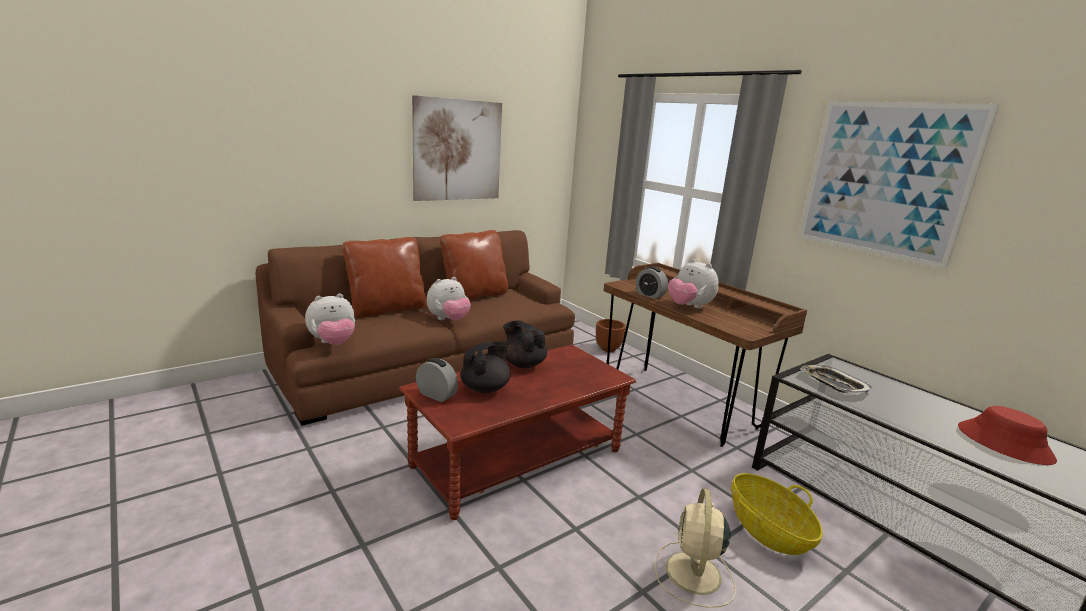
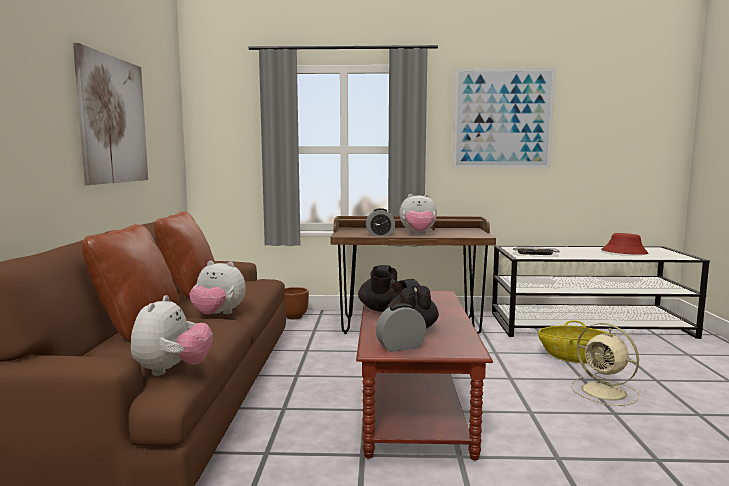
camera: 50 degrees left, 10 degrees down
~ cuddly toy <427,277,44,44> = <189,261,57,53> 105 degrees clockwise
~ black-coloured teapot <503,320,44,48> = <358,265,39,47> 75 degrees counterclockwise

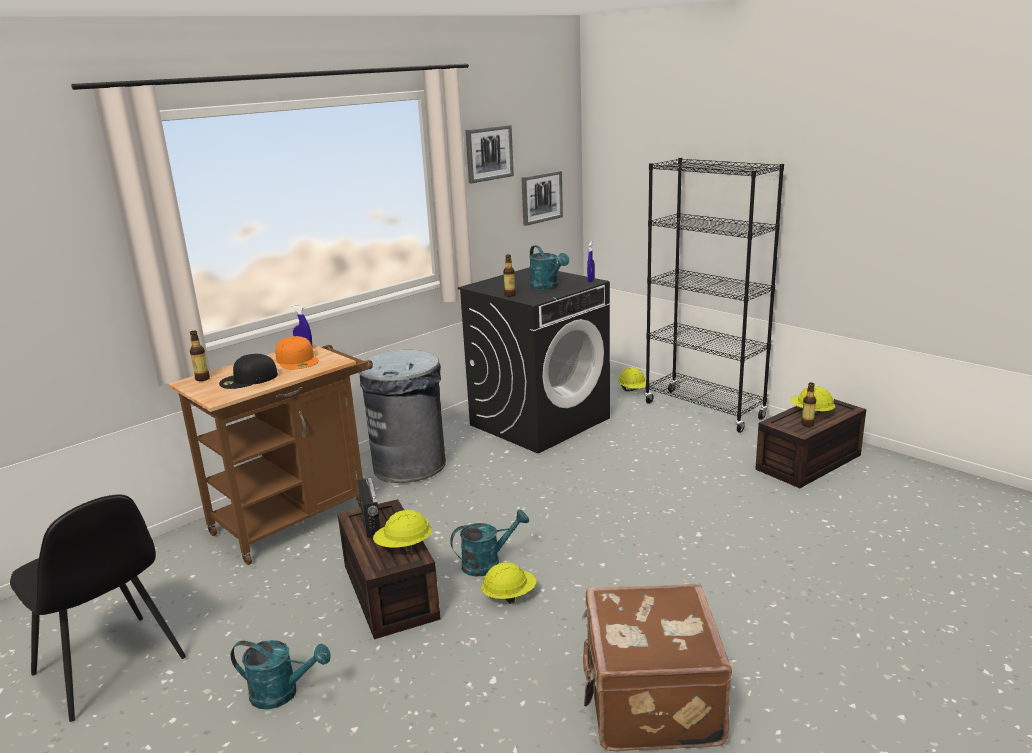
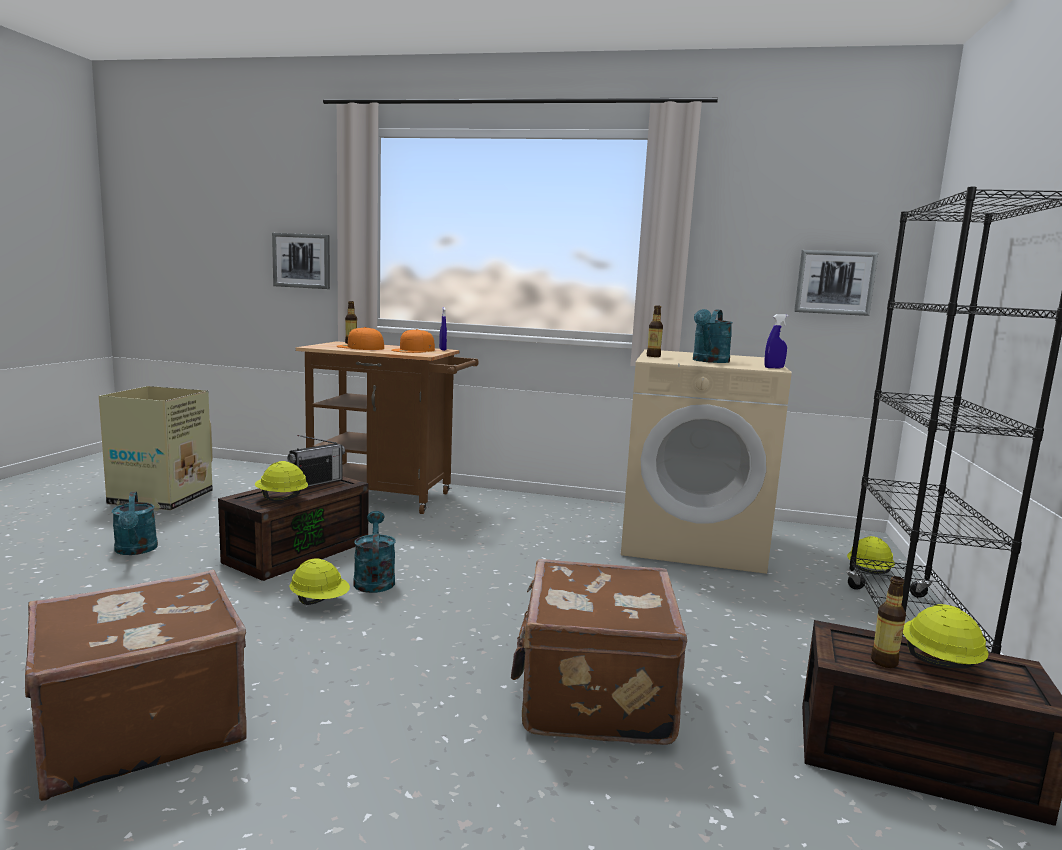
camera: 55 degrees right, 10 degrees down
- gray trash can <359,350,87,133>
+ brownish travel case <511,559,176,186>
~ picture <465,125,49,58> to <272,233,58,56>
~ black-coloured plain chair <10,494,176,228> to cardboard box <99,386,114,125>
~ black-coloured cap <219,354,59,35> to orange cap <336,327,48,23>
~ black-coloured laundry machine <458,267,152,186> to beige-coloured laundry machine <621,349,171,225>
~ turquoise-coloured watering pot <450,510,79,67> = <353,511,43,82> 135 degrees counterclockwise

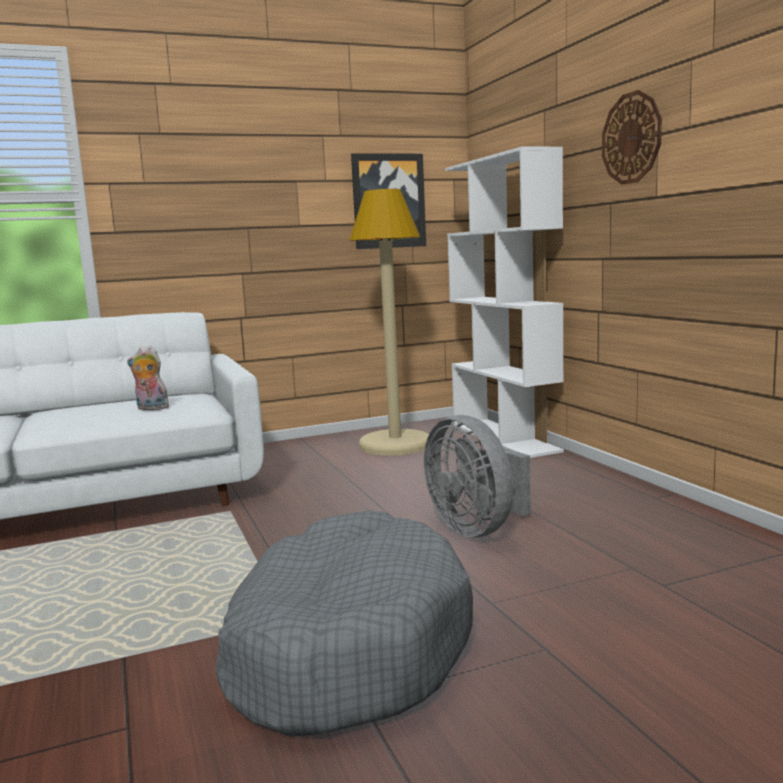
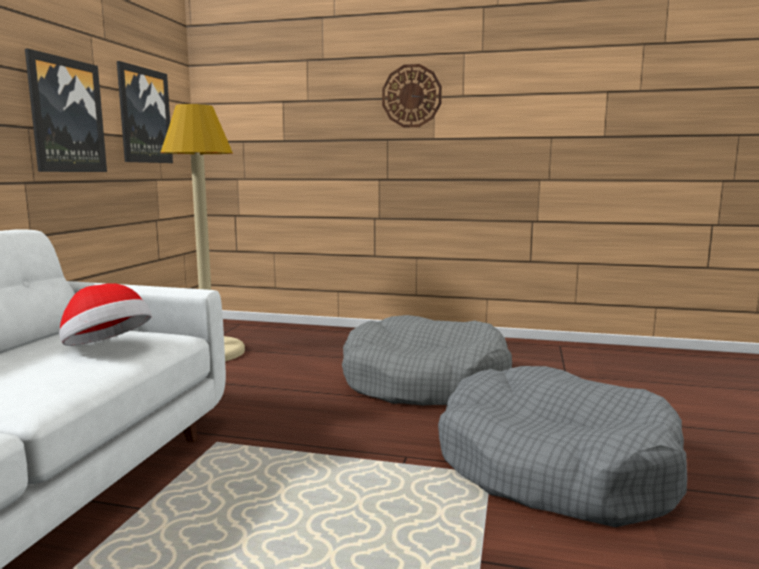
camera: 55 degrees left, 0 degrees up
- white-coloured shelving unit <445,146,119,312>
+ picture <25,49,82,123>
~ cuddly toy <127,346,42,64> to clothing hat <59,283,92,63>
~ gray fan <424,415,107,122> to gray dog bed <342,315,170,90>

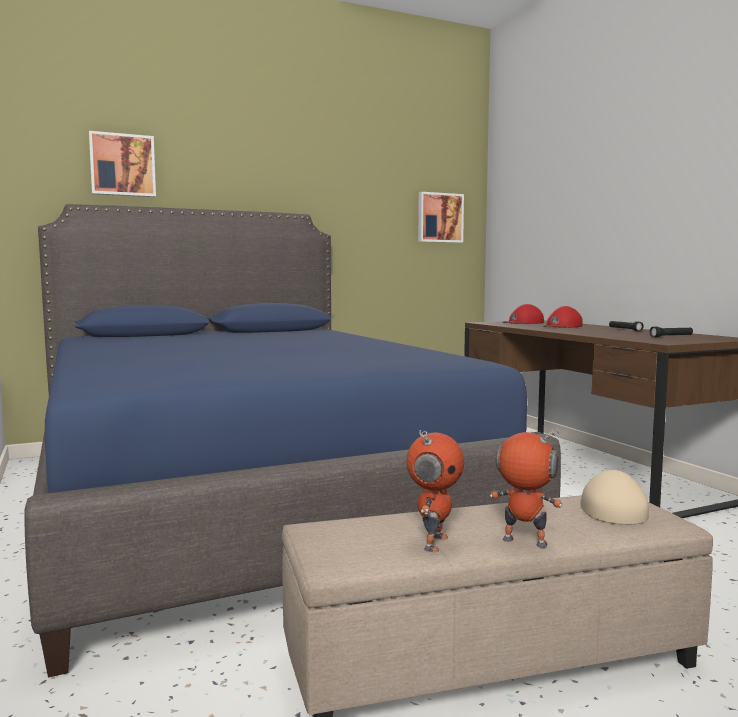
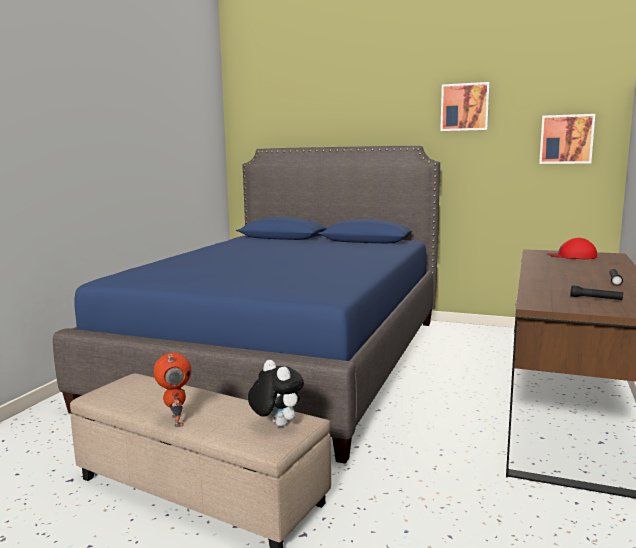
camera: 45 degrees right, 5 degrees up
- toy robot <406,430,58,122>
- red-coloured cap <543,306,40,22>
~ picture <89,131,67,66> to <440,82,50,49>
~ beige-coloured cap <580,470,69,55> to cuddly toy <248,360,56,67>

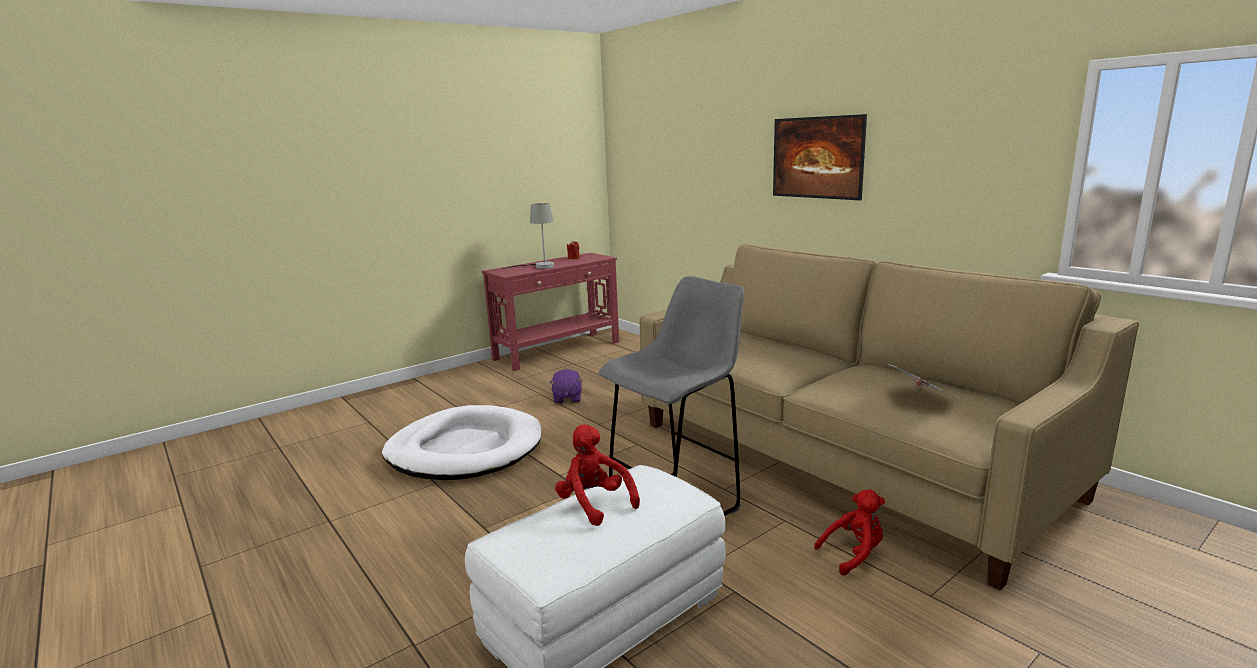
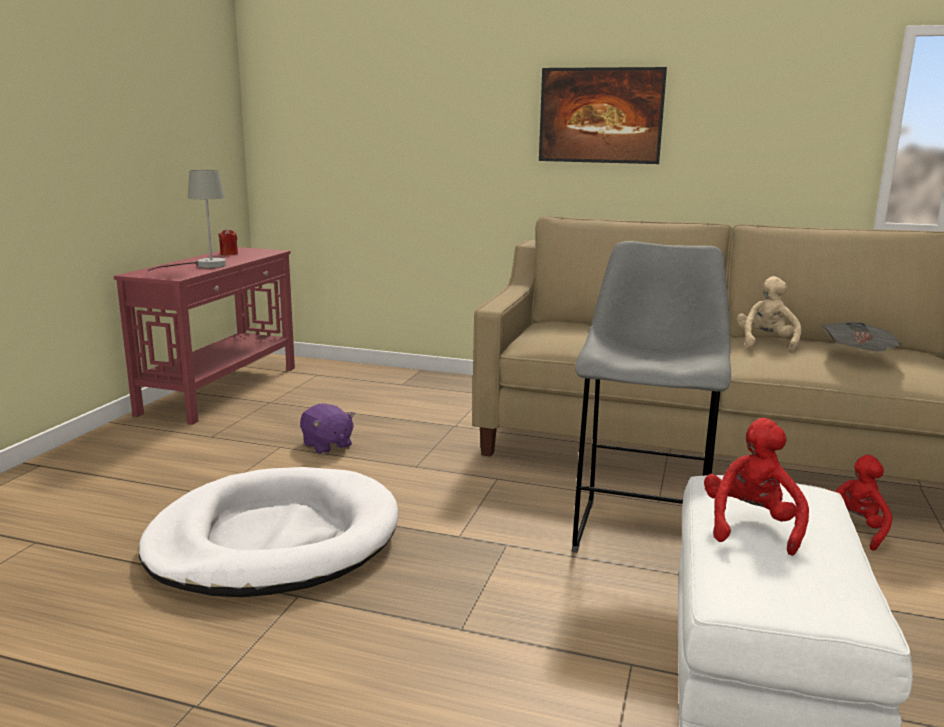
camera: 35 degrees left, 0 degrees up
+ beige-coloured cuddly toy <737,276,64,76>
~ red-coloured cuddly toy <555,424,85,102> = <704,418,105,138> 90 degrees clockwise

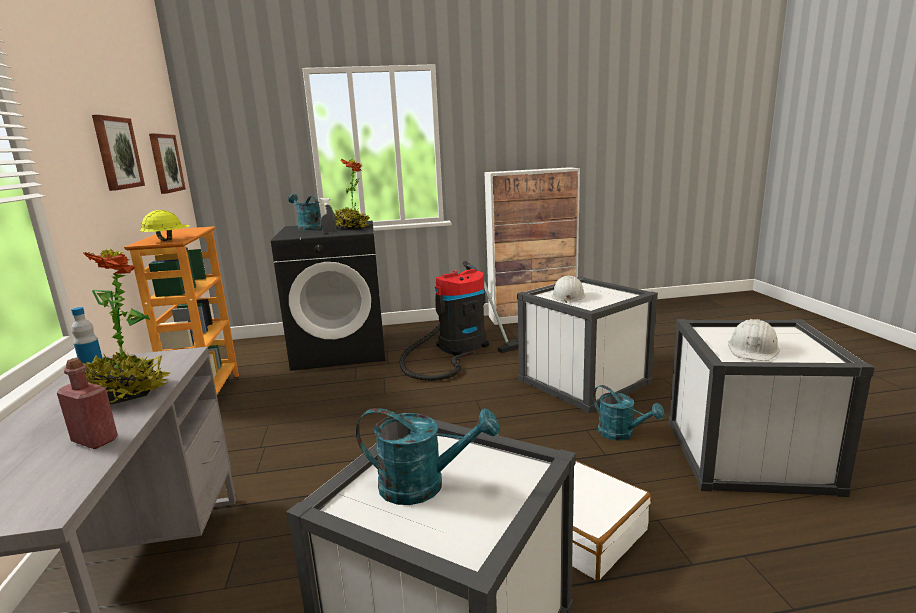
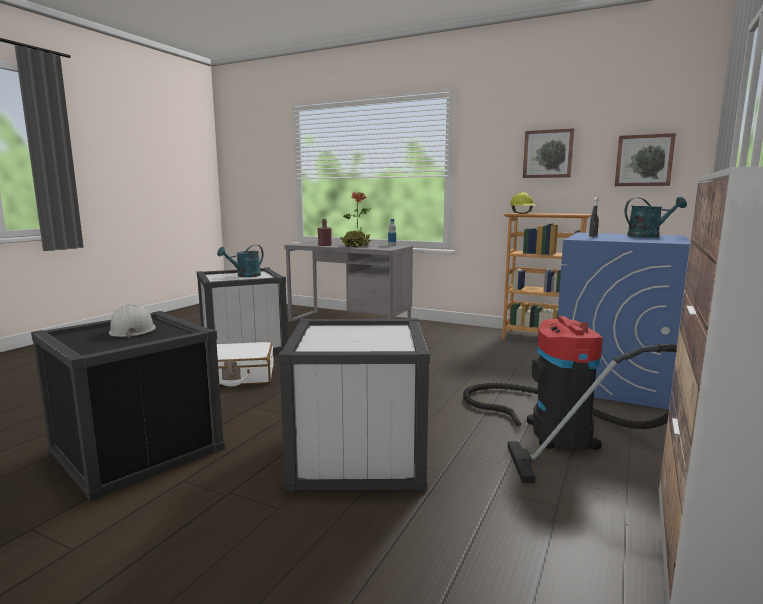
camera: 125 degrees right, 5 degrees down
- houseplant <334,158,36,71>
- white-coloured hard hat <552,275,33,28>
- turquoise-coloured watering pot <593,385,71,56>
~ black-coloured laundry machine <271,221,114,150> to blue laundry machine <557,233,133,177>
~ white-coloured storage container <669,319,206,178> to black-coloured storage container <31,311,194,191>

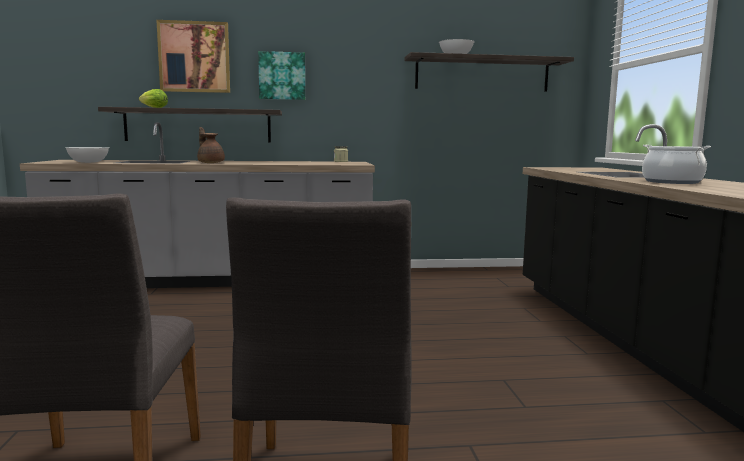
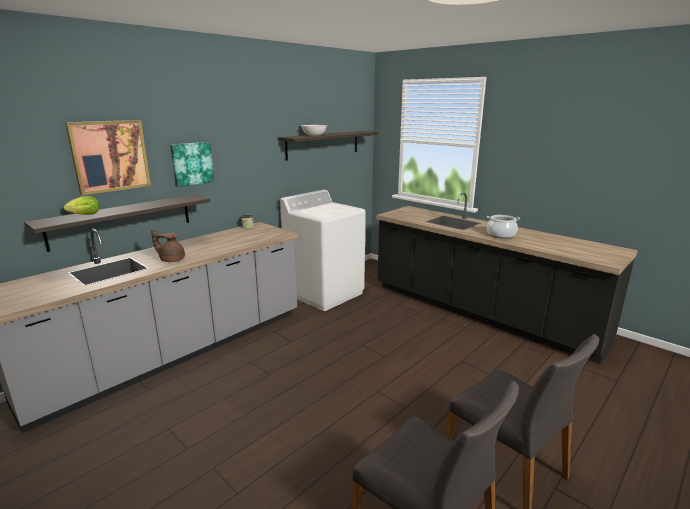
camera: 40 degrees left, 10 degrees up
- white-coloured deep dish <66,147,43,16>
+ white-coloured laundry machine <280,190,86,121>

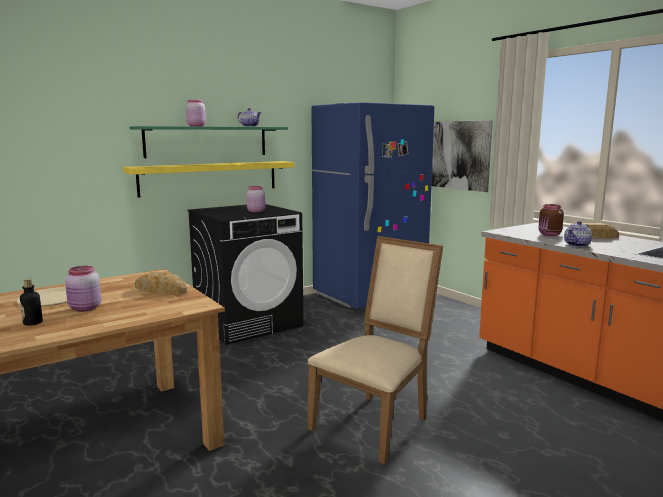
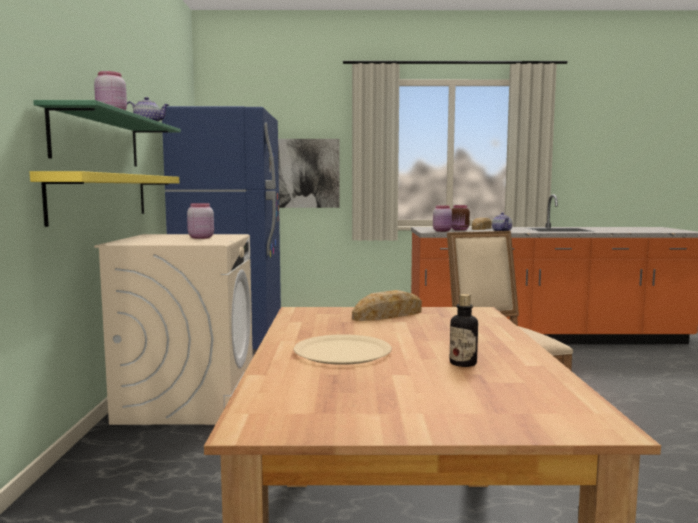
camera: 55 degrees left, 5 degrees down
~ pink-coloured storage jar <65,266,36,46> to <433,205,19,27>
~ black-coloured laundry machine <188,204,116,141> to beige-coloured laundry machine <94,234,159,191>

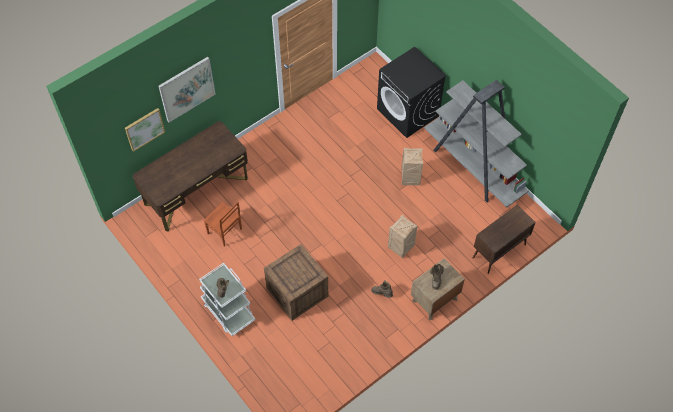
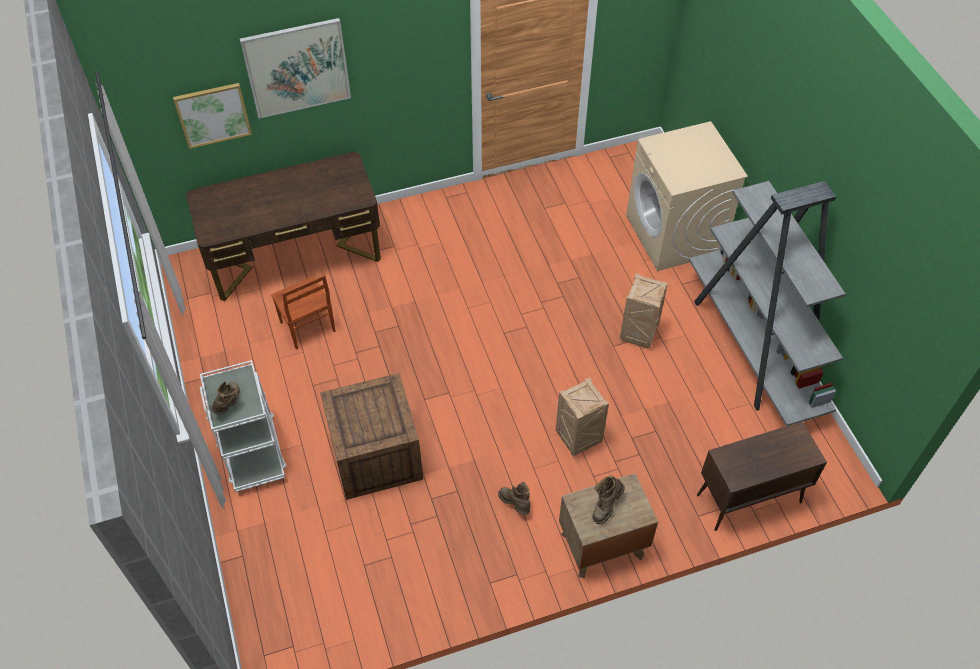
camera: 20 degrees right, 5 degrees down
~ black-coloured laundry machine <377,47,70,91> to beige-coloured laundry machine <626,121,122,150>

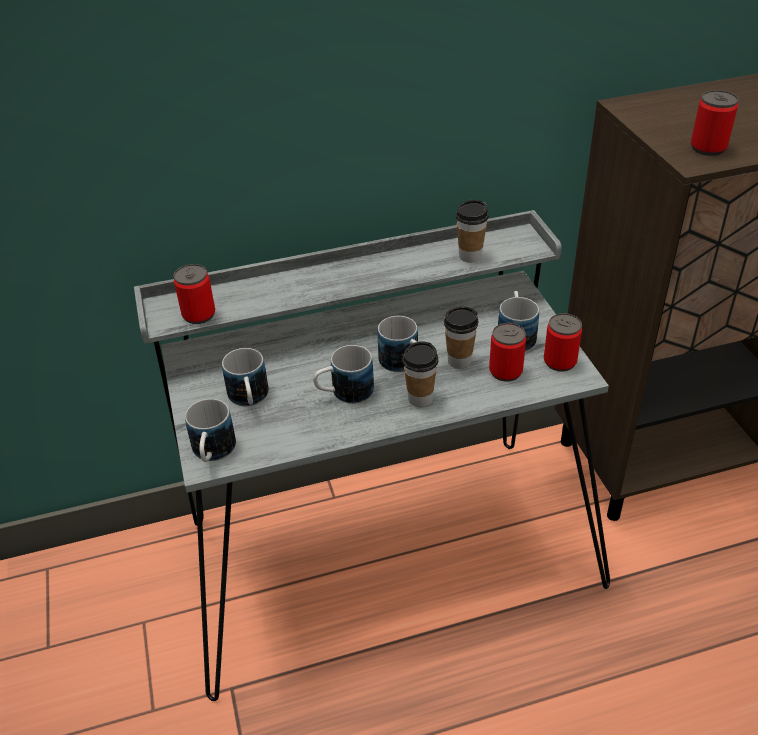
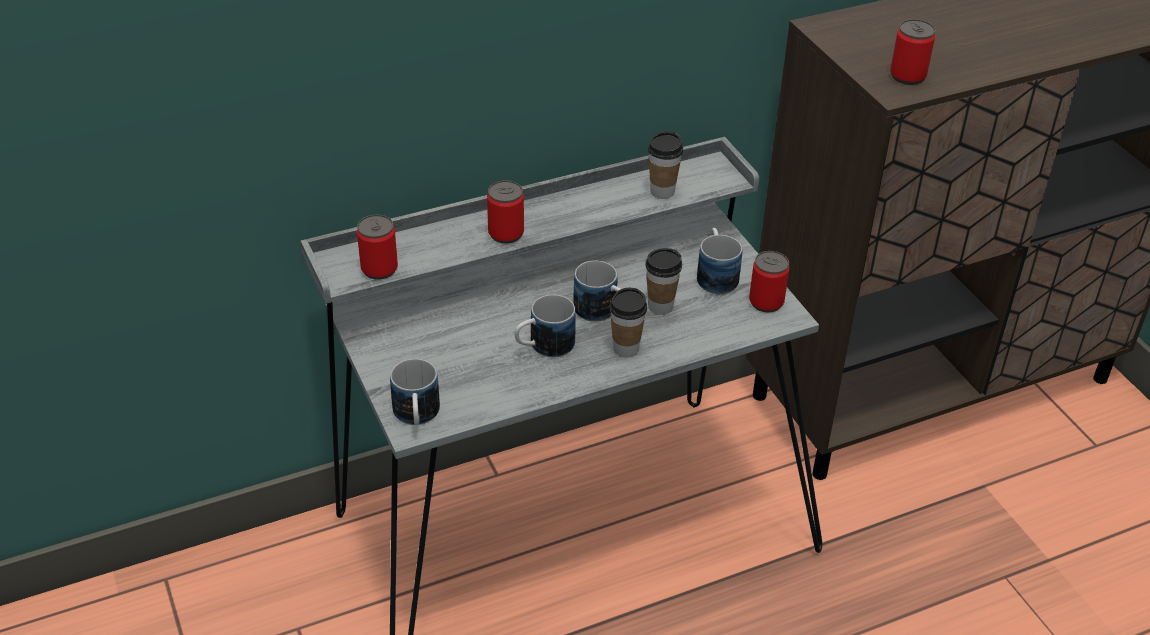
camera: 10 degrees left, 0 degrees up
- mug <222,348,47,58>
~ can <489,323,37,59> to <487,180,37,64>

